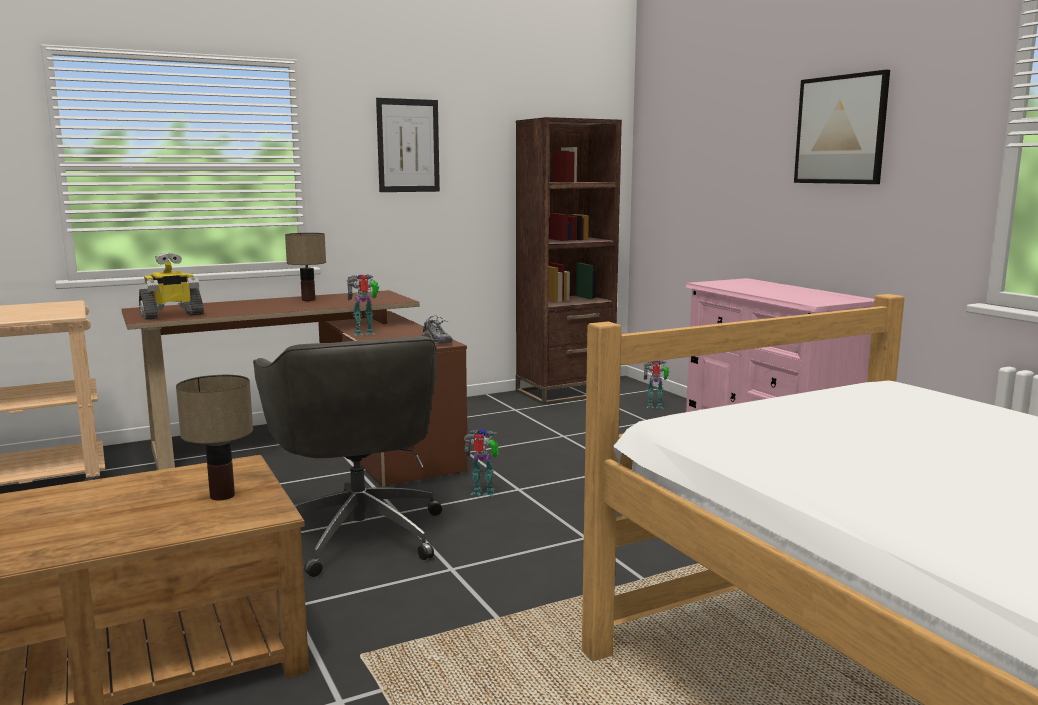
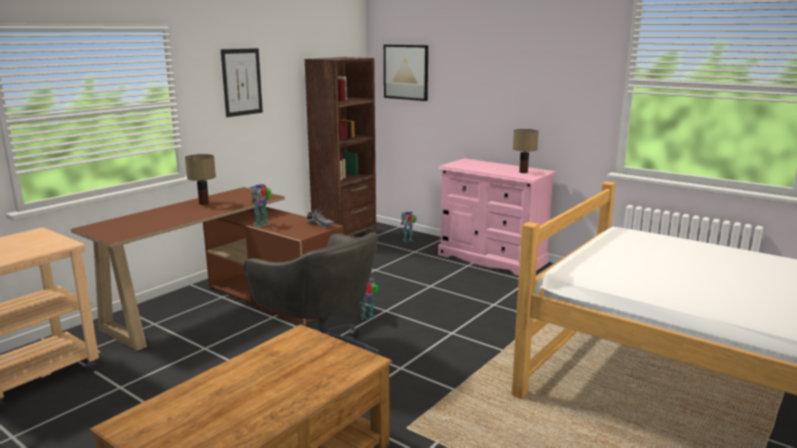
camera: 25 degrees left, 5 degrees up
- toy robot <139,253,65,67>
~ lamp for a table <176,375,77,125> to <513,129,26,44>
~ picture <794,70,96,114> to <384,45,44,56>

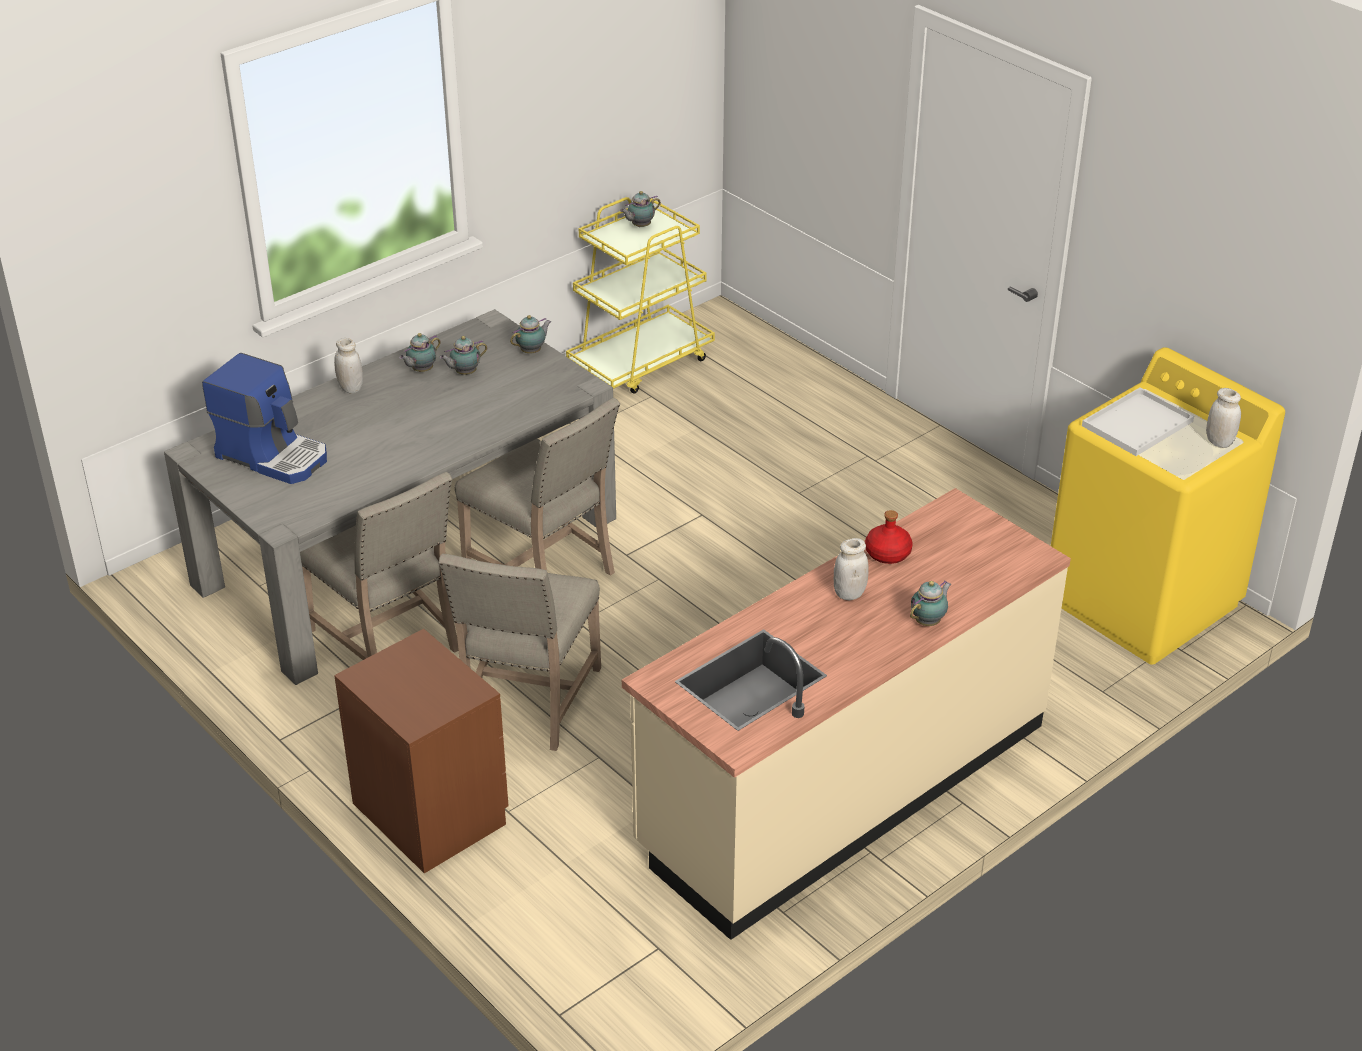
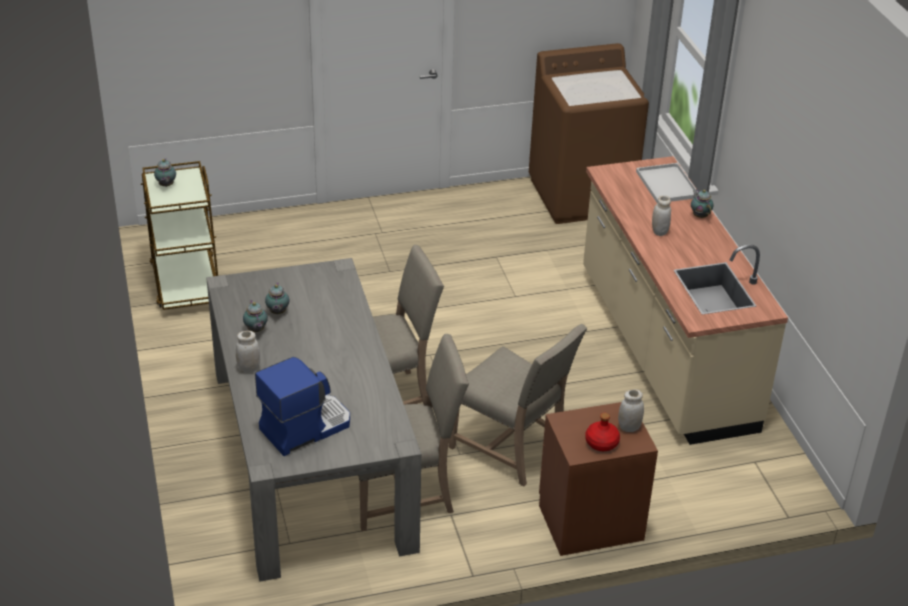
camera: 65 degrees left, 0 degrees up
- teapot <510,315,41,39>
~ red-coloured beverage bottle <865,510,48,54> to <585,413,35,38>
~ white-coloured carrying tray <1082,387,112,69> to <636,163,62,40>
~ white-coloured storage jar <1206,388,35,60> to <618,389,26,43>
~ yellow-coloured trolley <566,197,149,197> to brownish trolley <141,161,77,149>
~ yellow-coloured laundry machine <1051,347,234,318> to brownish laundry machine <529,43,120,181>

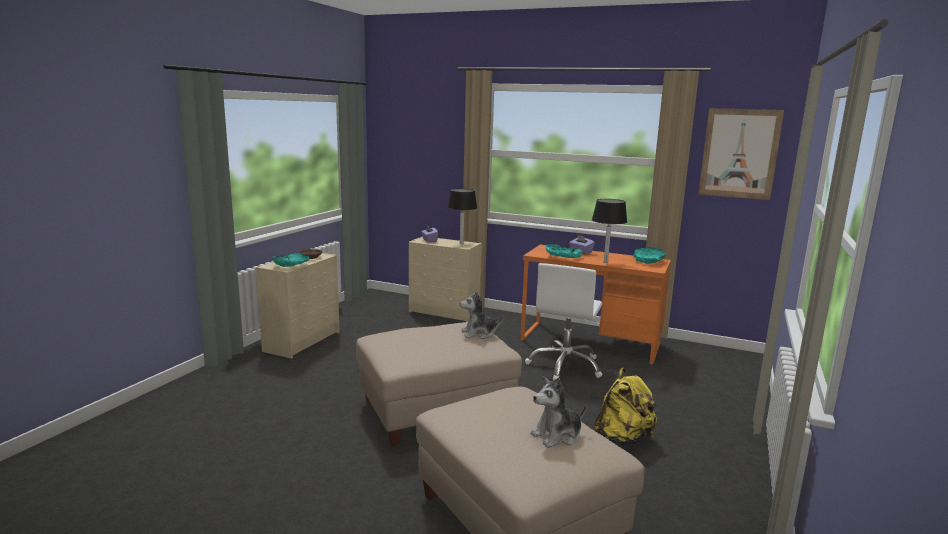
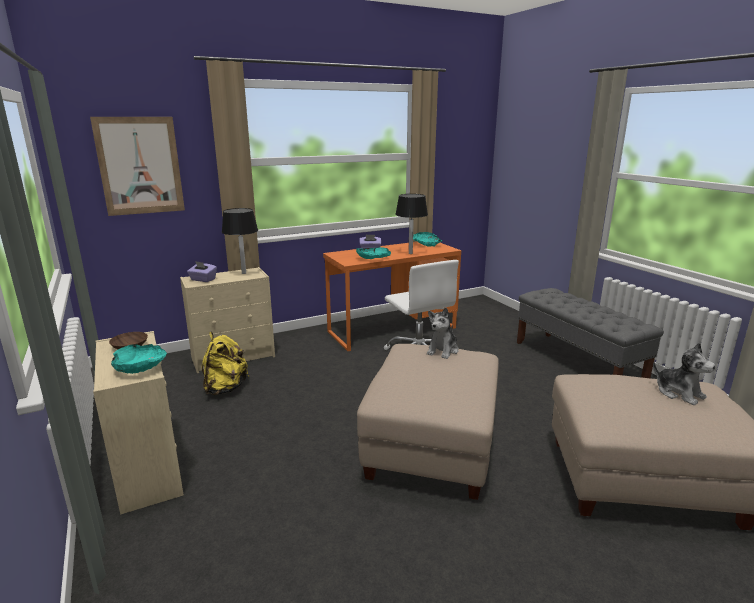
camera: 50 degrees left, 5 degrees up
+ gray bench <517,288,147,90>
~ yellow-coloured knapsack <594,368,63,77> to <202,332,47,63>
~ picture <698,108,86,92> to <90,117,95,99>
~ cuddly toy <531,376,55,72> = <653,342,63,63> 45 degrees counterclockwise

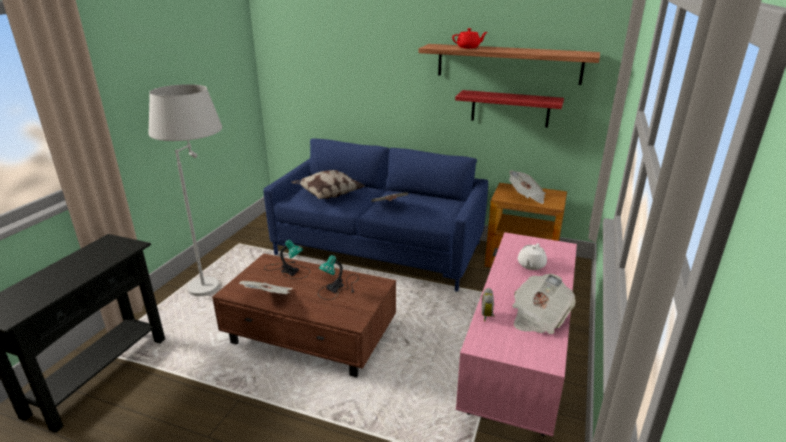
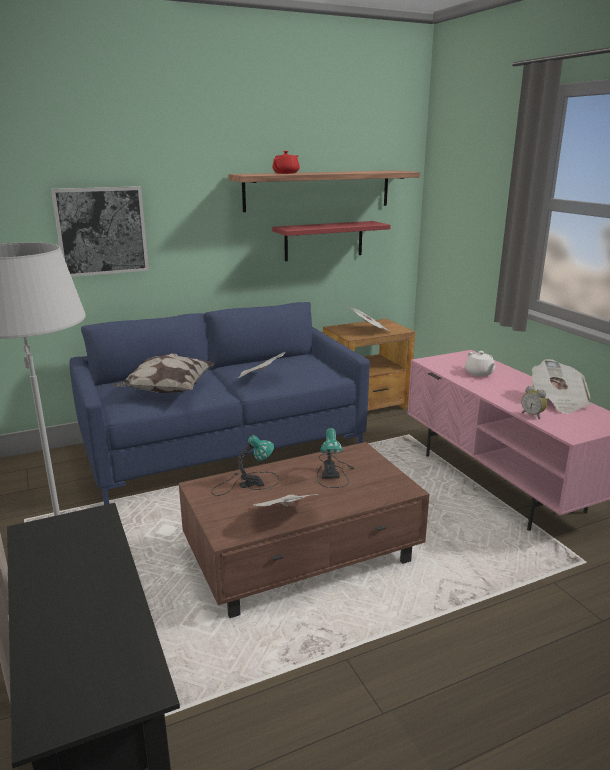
camera: 45 degrees left, 5 degrees down
+ picture <51,186,98,91>

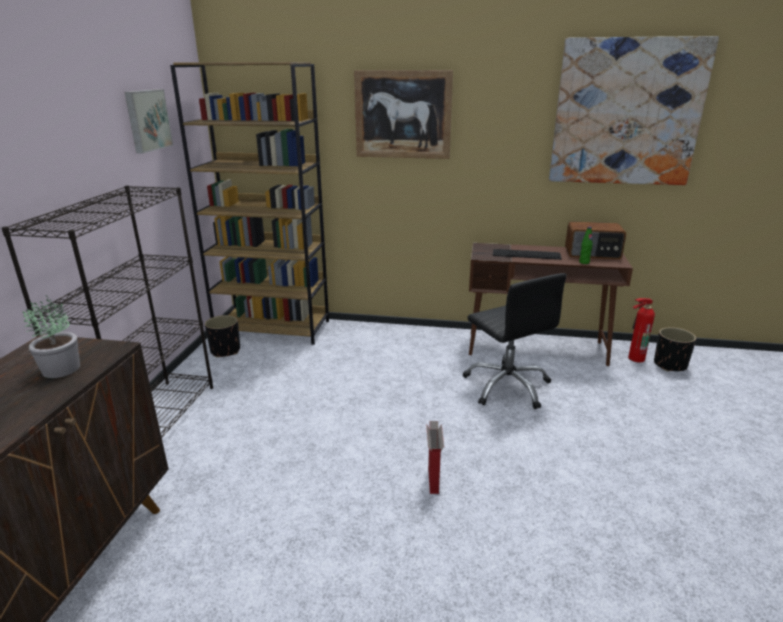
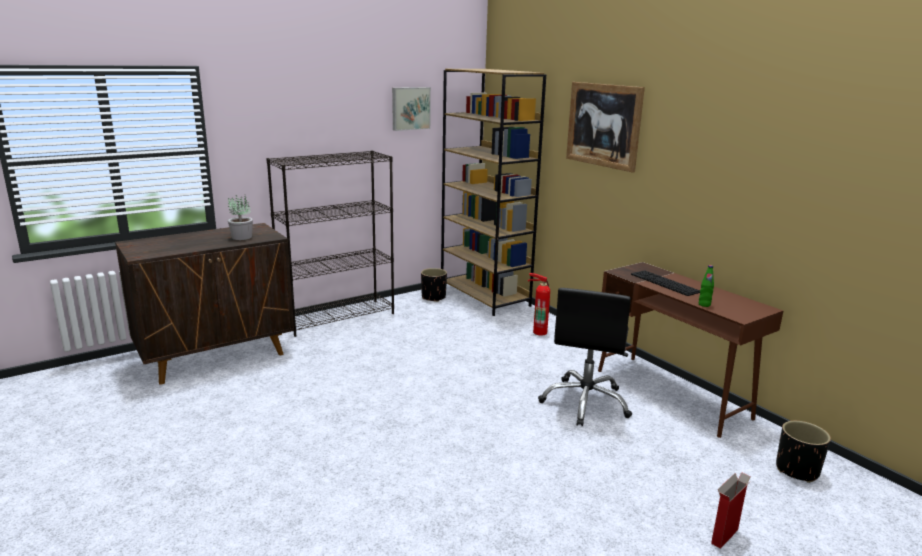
camera: 45 degrees right, 5 degrees down
- picture <549,36,170,149>
- radio set <565,221,61,38>
~ cardboard box <426,421,18,73> to <711,472,41,77>
~ fire-fighting cylinder <628,298,27,65> to <528,273,22,63>

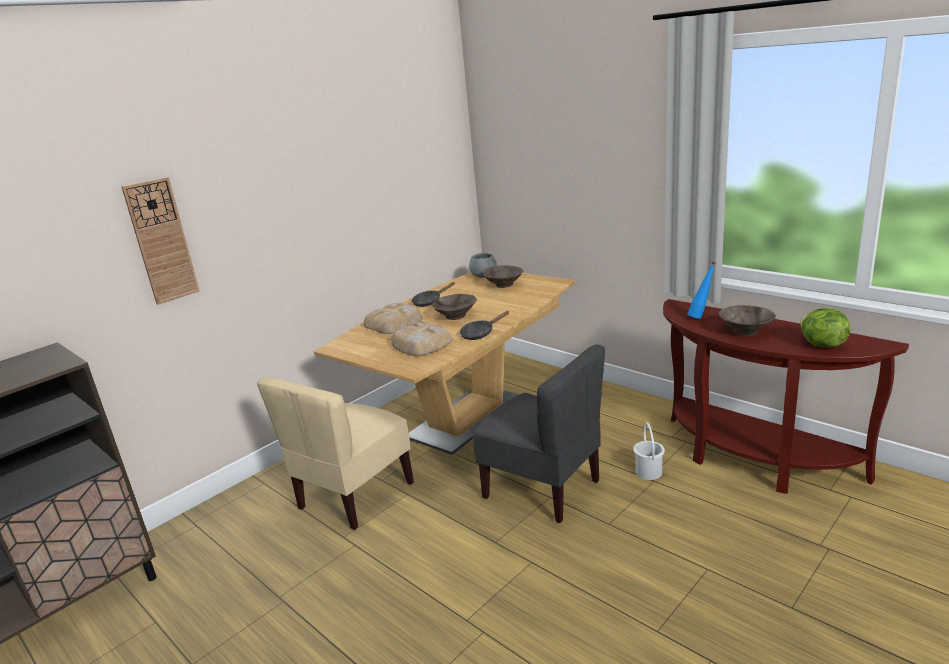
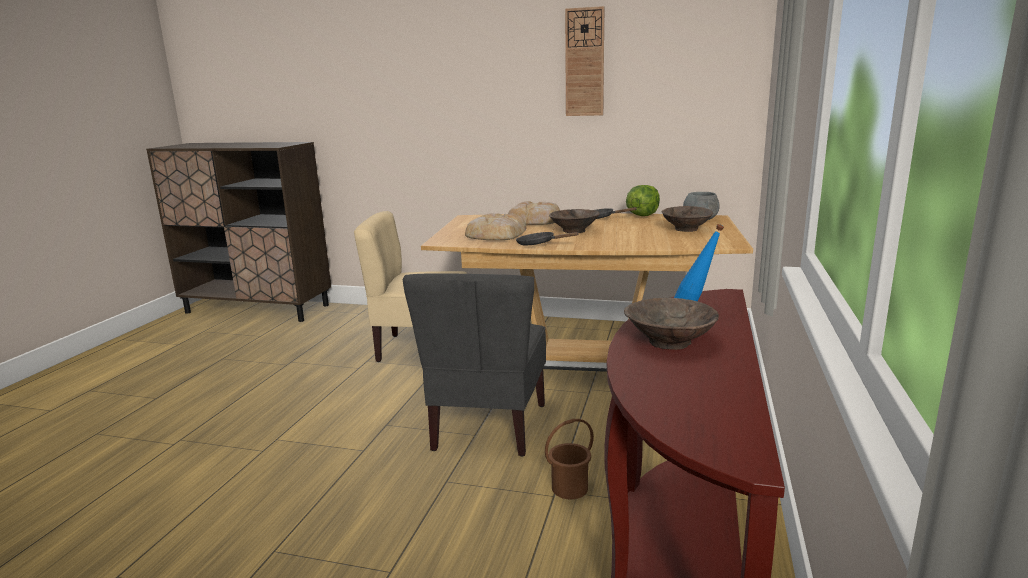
camera: 60 degrees right, 5 degrees down
~ wall clock <121,177,79,128> to <565,6,39,110>
~ lettuce head <801,308,49,39> to <626,185,34,31>
~ white-coloured water bucket <633,422,32,58> to brownish water bucket <545,419,49,80>

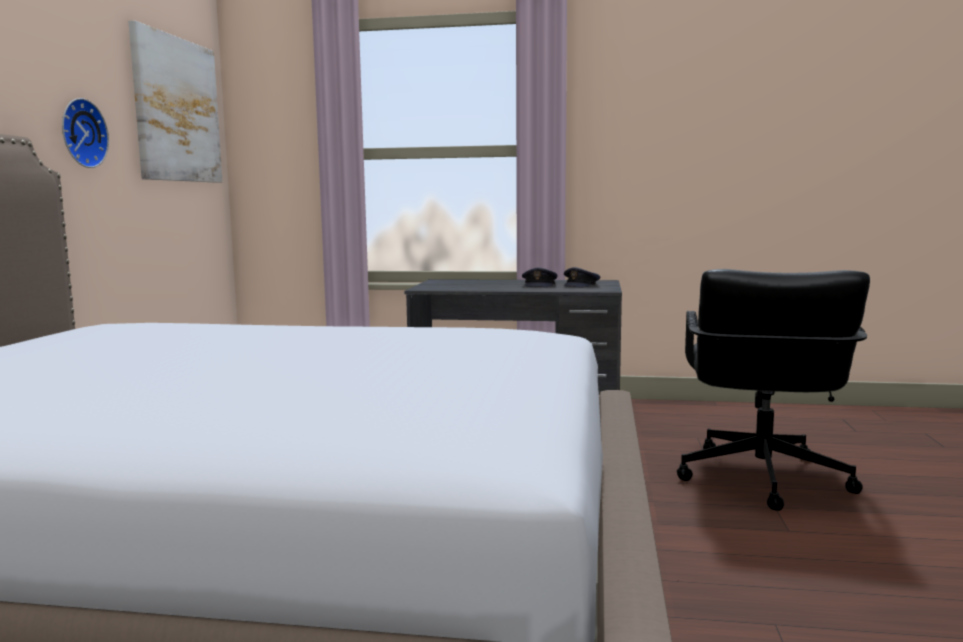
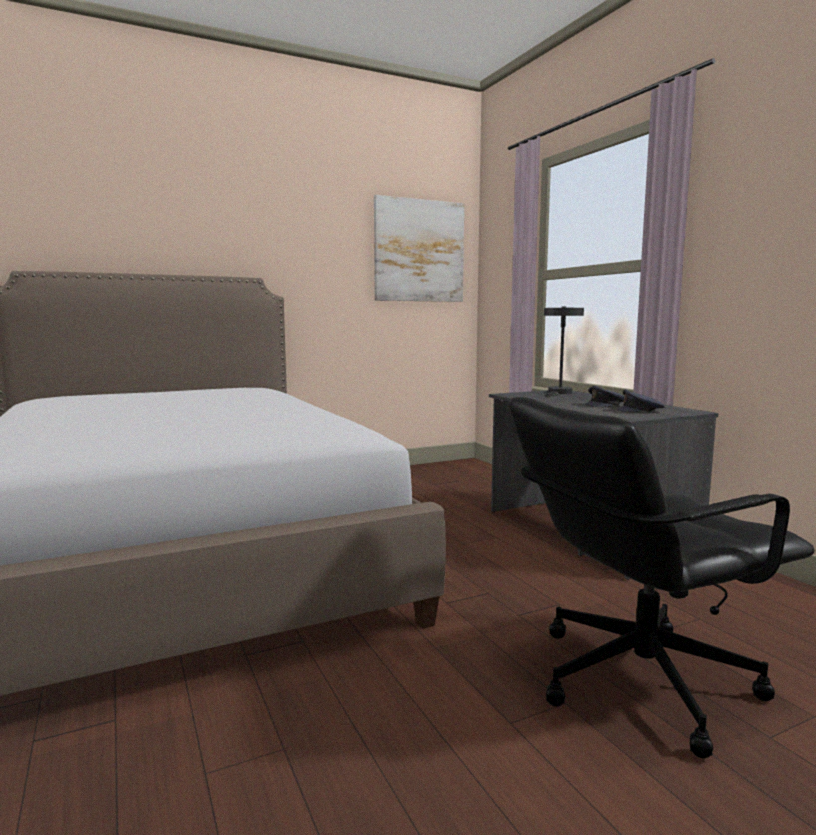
camera: 55 degrees right, 0 degrees up
- wall clock <62,98,47,70>
+ gray lamp for a table <544,306,40,90>

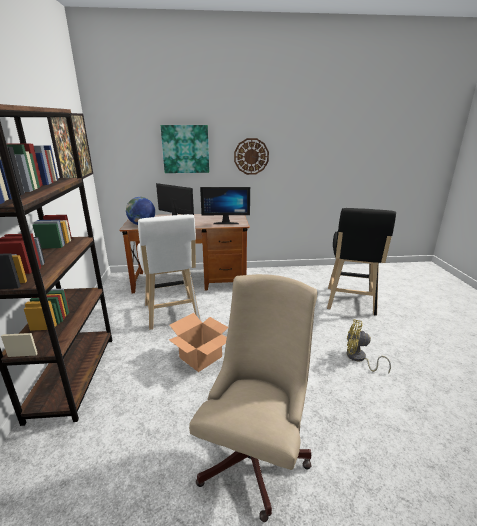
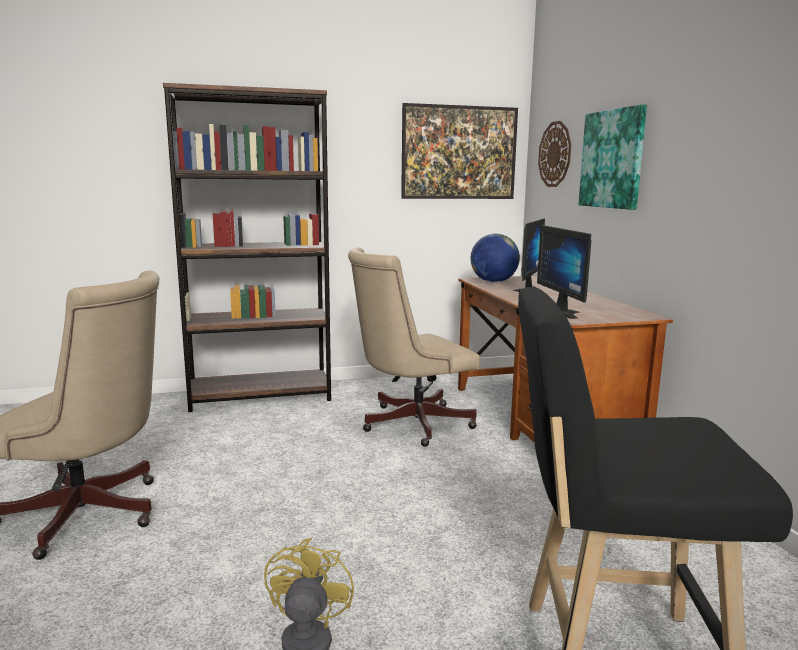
camera: 80 degrees right, 10 degrees down
- cardboard box <169,313,59,59>
~ wall clock <234,138,35,37> to <538,121,33,66>
~ white-coloured stool seat <137,214,63,116> to beige-coloured computer chair <348,247,132,200>

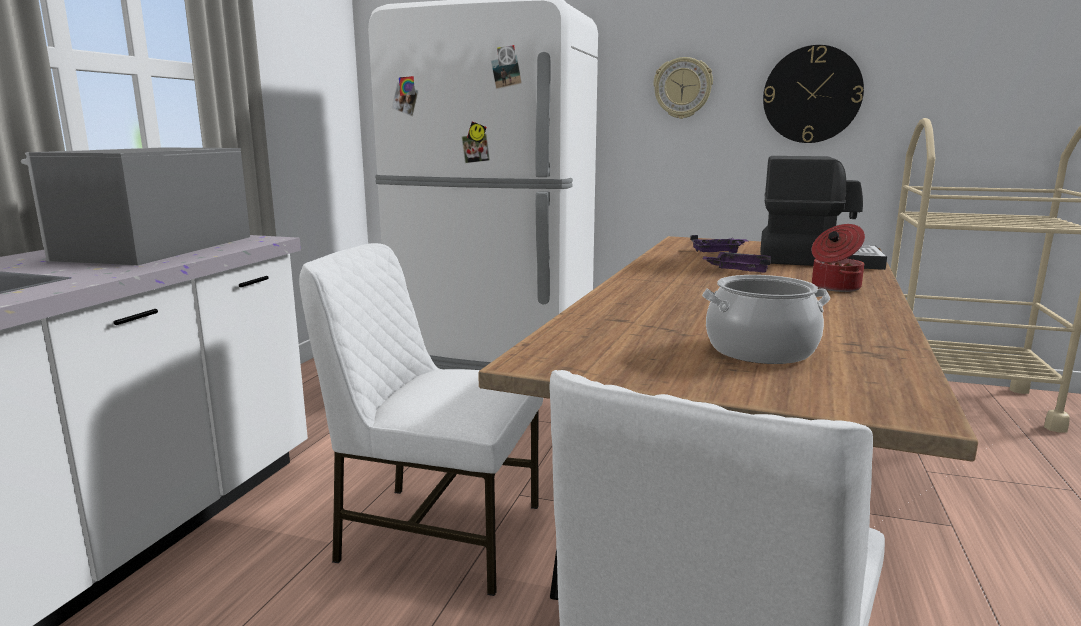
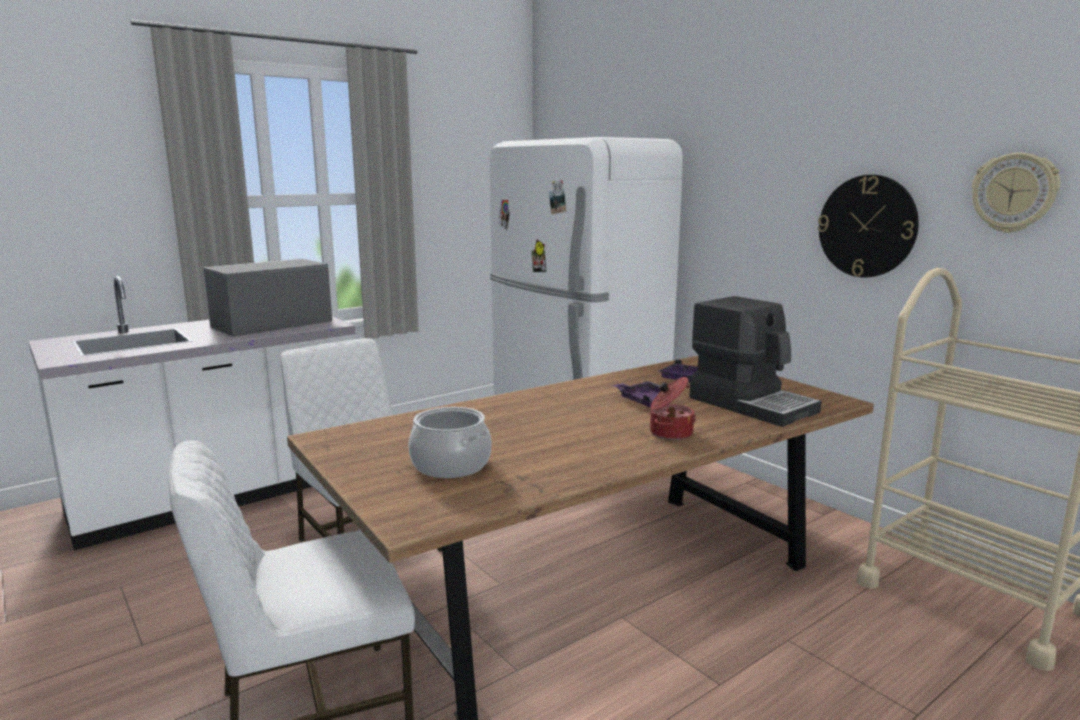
camera: 35 degrees right, 0 degrees up
~ wall clock <653,57,60,62> to <972,153,88,80>

